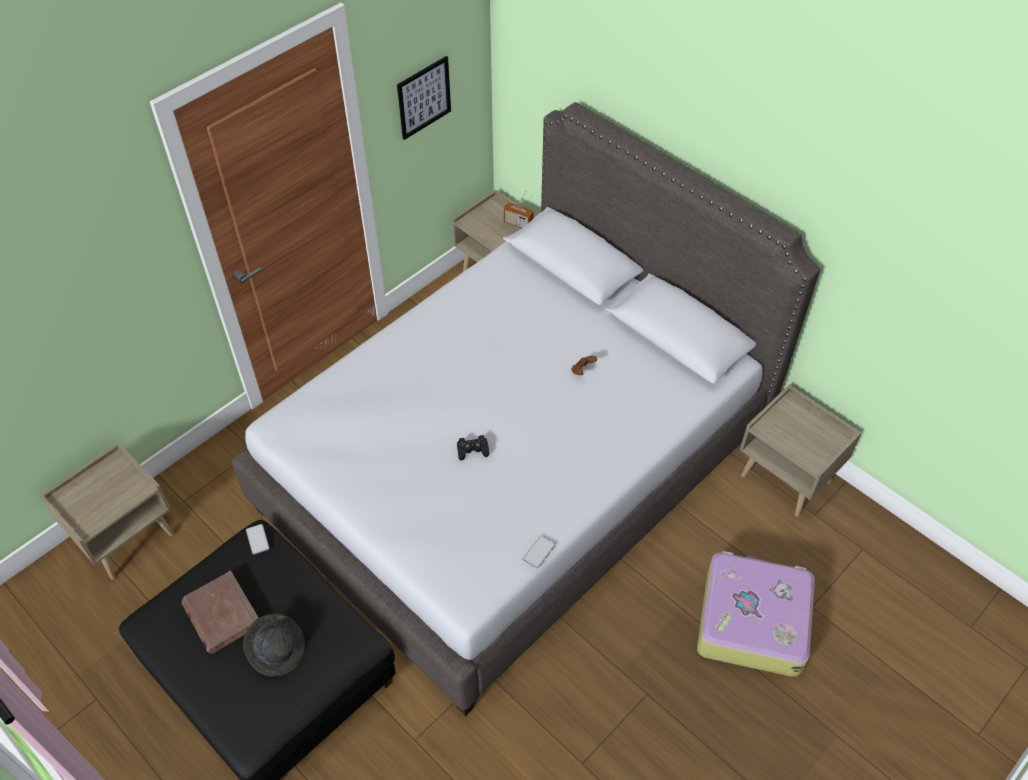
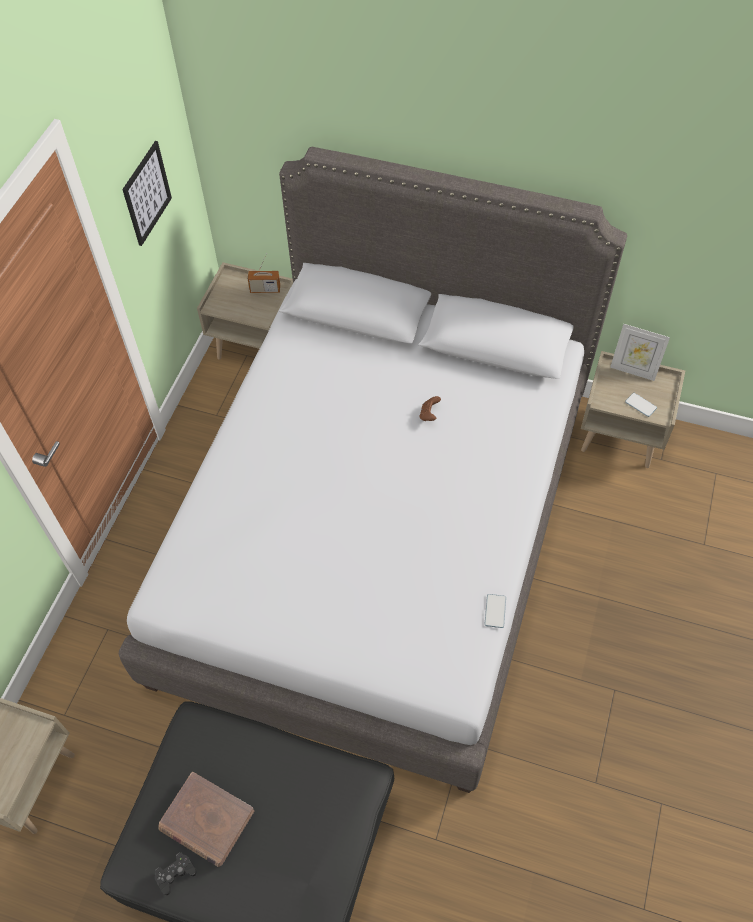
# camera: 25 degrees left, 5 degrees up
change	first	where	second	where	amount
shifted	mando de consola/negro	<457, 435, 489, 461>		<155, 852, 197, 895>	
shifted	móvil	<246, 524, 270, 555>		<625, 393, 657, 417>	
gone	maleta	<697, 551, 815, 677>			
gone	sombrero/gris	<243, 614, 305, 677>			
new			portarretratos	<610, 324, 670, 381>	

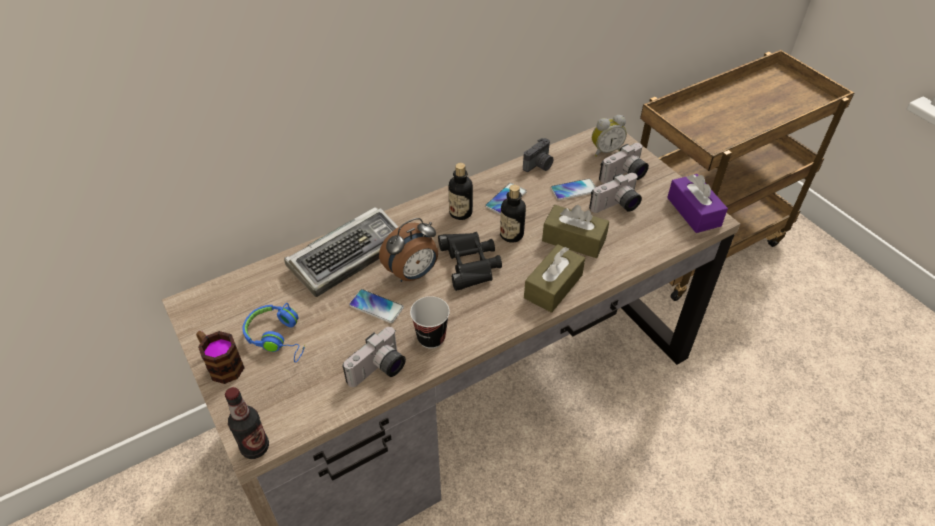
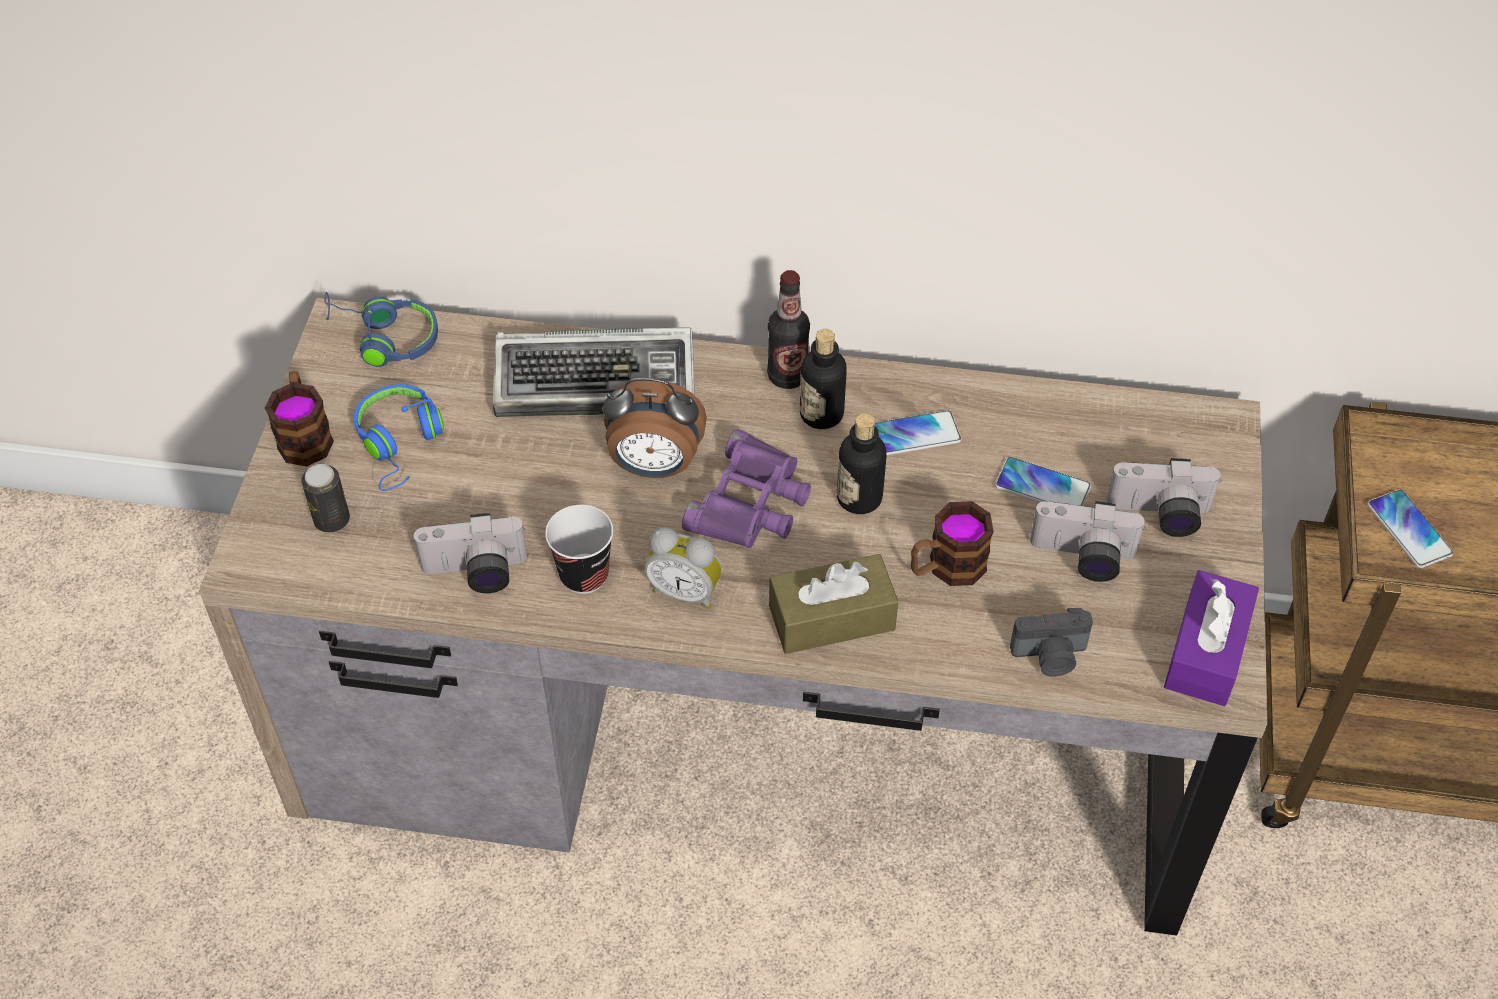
# camera: 40 degrees right, 5 degrees up
change	first	where	second	where	amount
shifted	despertador	<592, 115, 627, 157>		<644, 527, 722, 609>	
shifted	cámara	<523, 138, 553, 172>		<1010, 608, 1093, 676>	
swapped	caja de pañuelos/marrón	<542, 205, 609, 258>	taza grande	<911, 501, 993, 586>	
repainted	prismáticos/negro	<438, 232, 502, 291>	prismáticos/morado	<682, 429, 811, 548>	
shifted	móvil	<349, 289, 404, 323>		<1367, 490, 1453, 568>	
shifted	botella	<225, 387, 269, 459>		<767, 270, 810, 389>	
new			auriculares/azul	<324, 292, 438, 367>	
new			lata	<302, 464, 350, 533>	

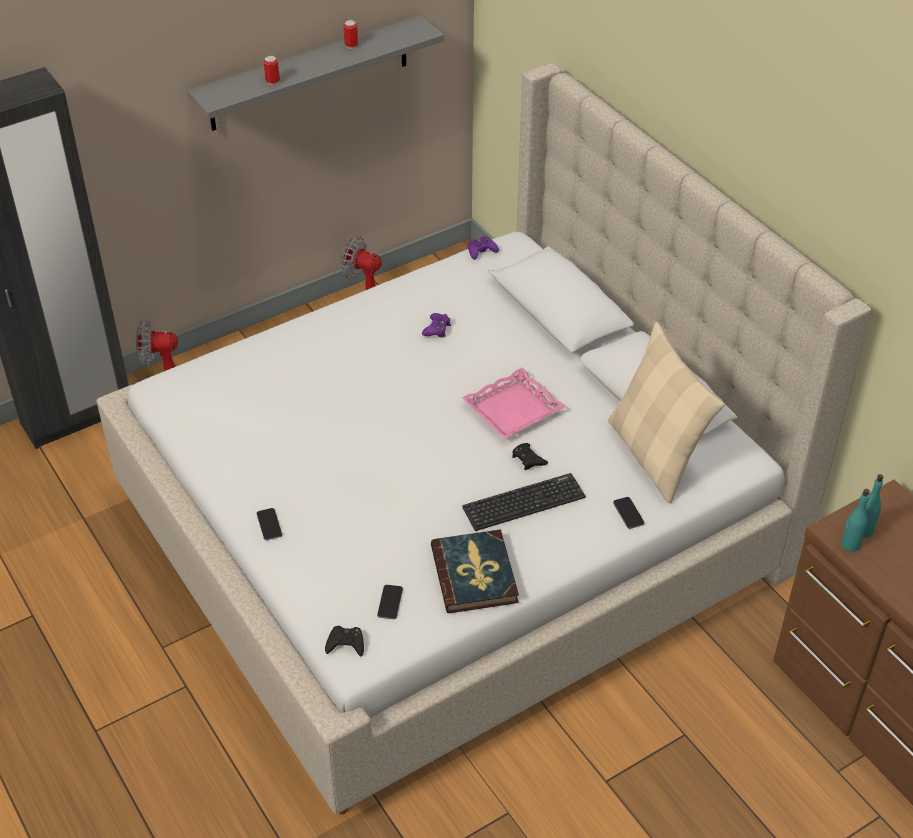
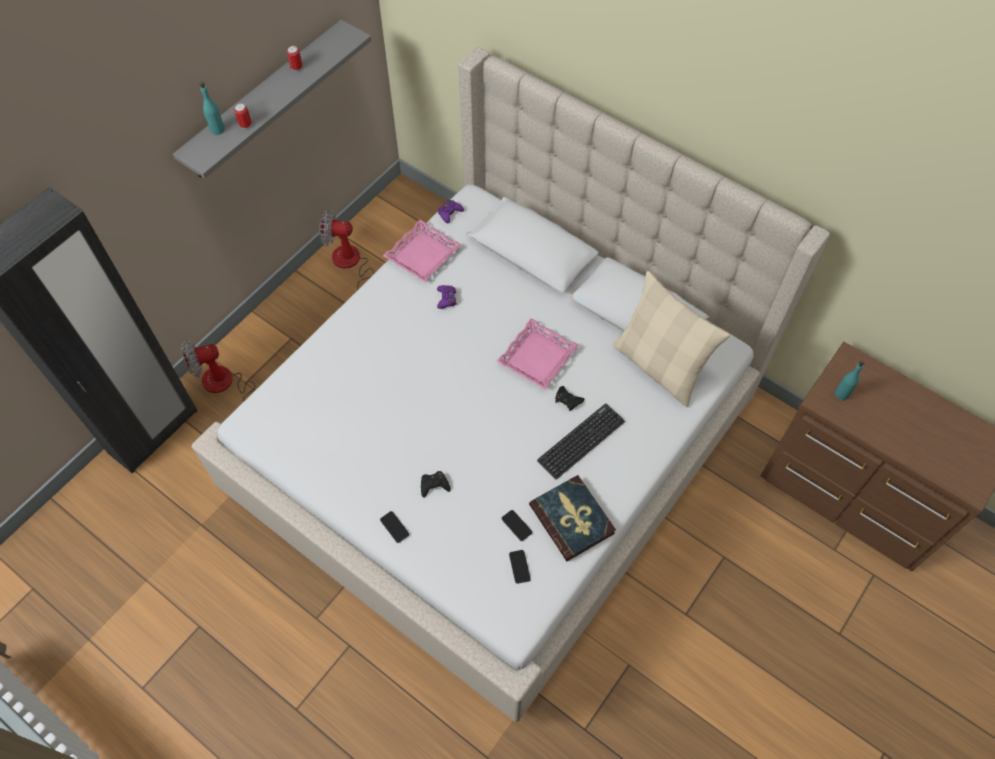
# camera: 20 degrees left, 15 degrees up
change	first	where	second	where	amount
shifted	botella/turquesa	<841, 489, 870, 552>		<200, 82, 225, 135>	
shifted	móvil	<613, 497, 644, 529>		<502, 510, 532, 541>	
shifted	mando de consola/negro	<325, 626, 364, 657>		<421, 471, 451, 498>	
new			bandeja/rosa	<383, 219, 461, 282>	

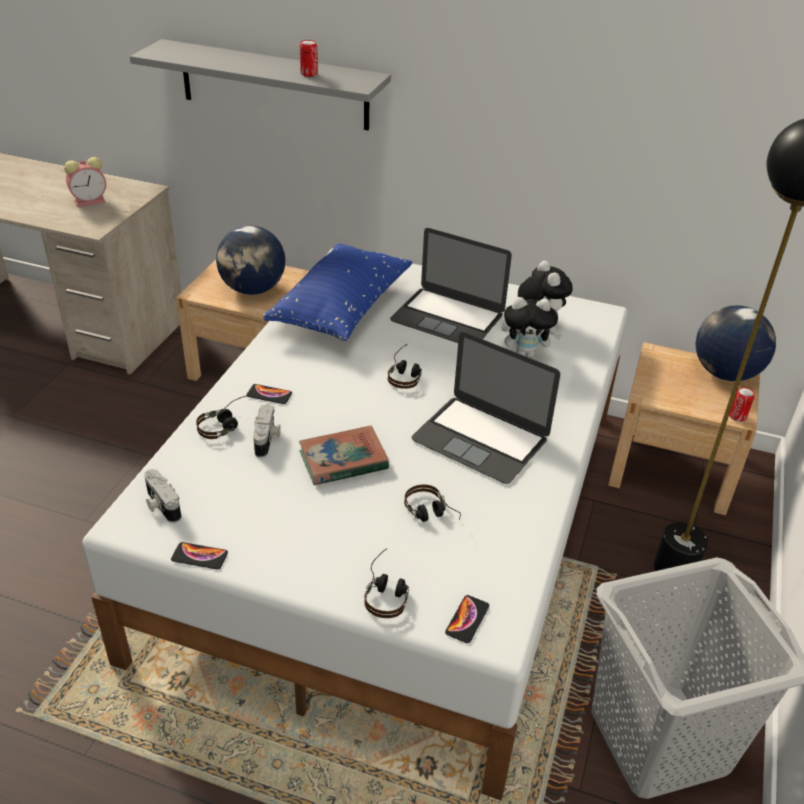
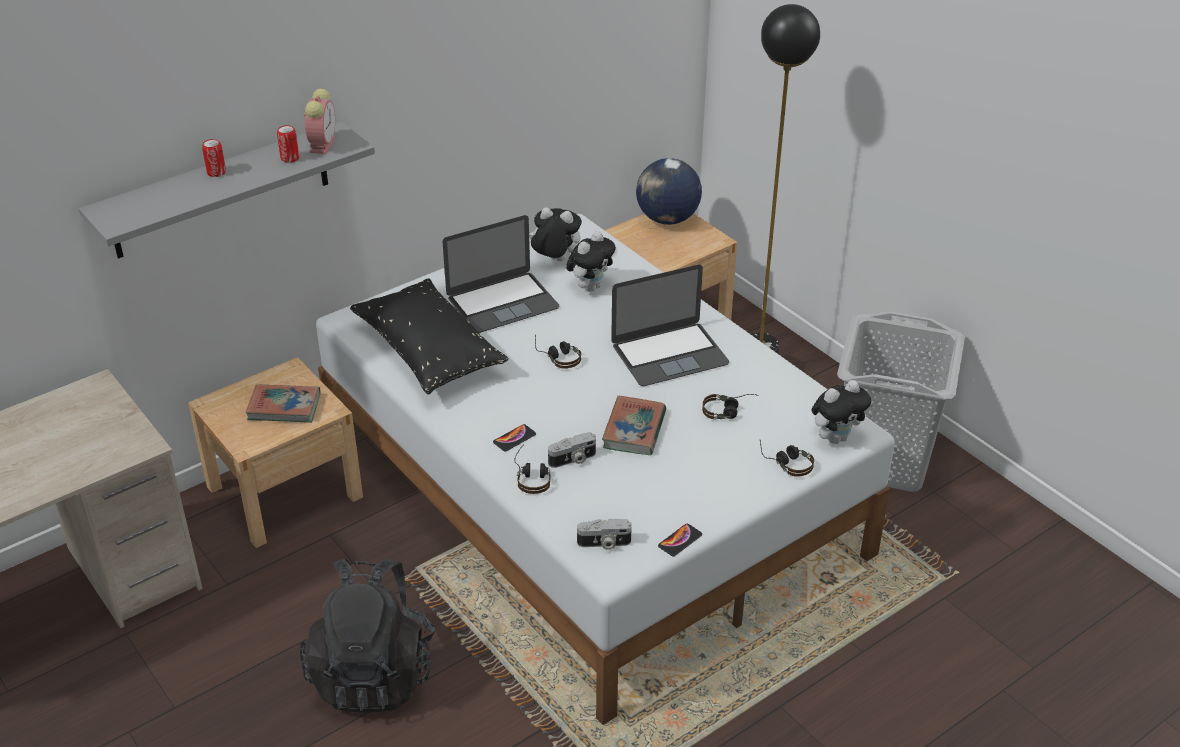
# camera: 55 degrees left, 0 degrees up
change	first	where	second	where	amount
shifted	despertador	<64, 157, 106, 207>		<304, 88, 335, 154>	
swapped	globo terráqueo	<216, 226, 285, 295>	libro	<246, 384, 321, 423>	
repainted	cojín/azul	<263, 243, 413, 341>	cojín/negro	<350, 278, 509, 394>	
shifted	lata	<729, 387, 754, 422>		<202, 139, 226, 177>	
rotated	cámara	<253, 404, 281, 458>		<548, 432, 596, 468>	120 degrees clockwise
swapped	móvil	<445, 595, 489, 643>	peluche	<811, 380, 871, 444>	
new			mochila/negro	<300, 558, 436, 713>	

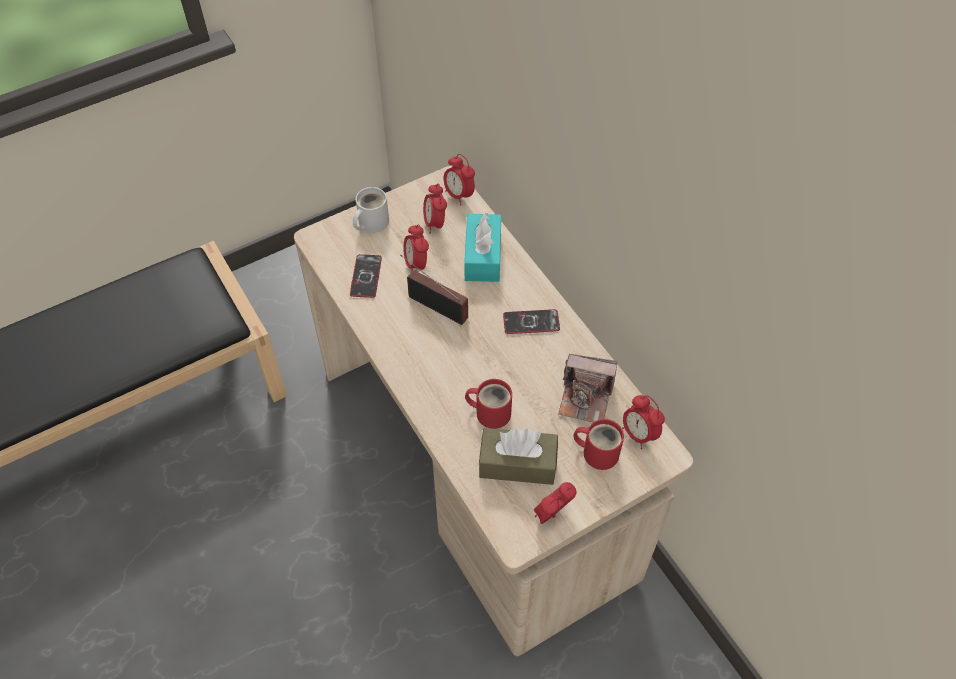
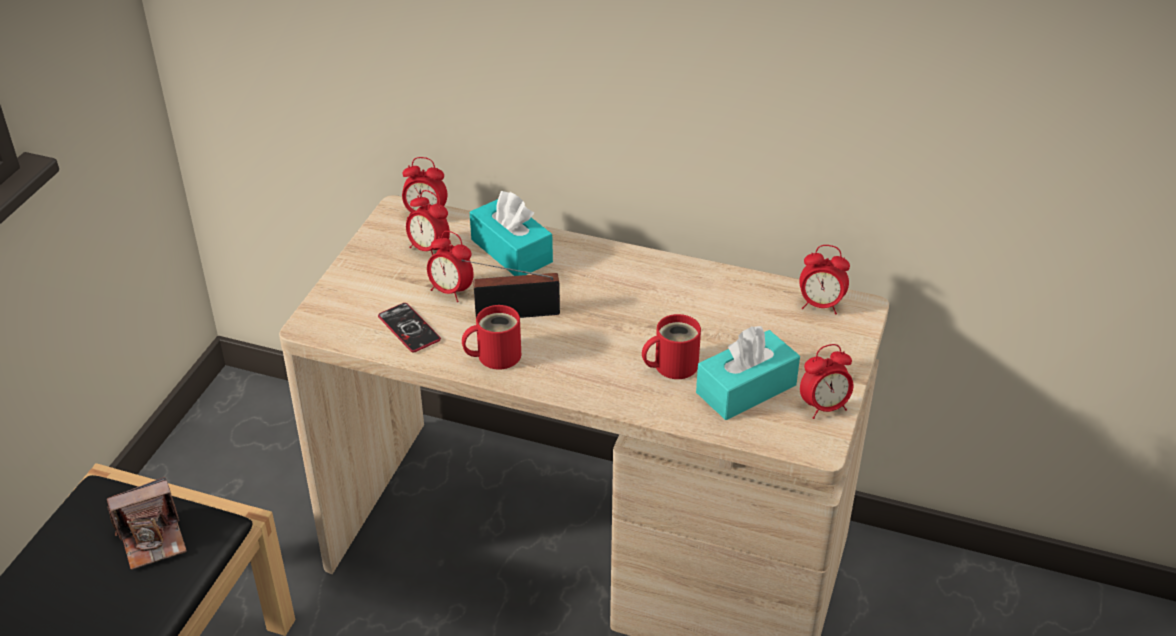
# camera: 40 degrees left, 15 degrees down
change	first	where	second	where	amount
gone	taza grande/blanco	<353, 187, 389, 233>			
gone	móvil	<503, 309, 560, 334>			
shifted	cámara	<558, 354, 617, 422>		<107, 477, 187, 570>	
shifted	taza grande/rojo	<573, 419, 624, 470>		<462, 305, 521, 370>	
repainted	caja de pañuelos/marrón	<479, 428, 558, 485>	caja de pañuelos/turquesa	<696, 326, 800, 420>	
rotated	despertador	<534, 482, 577, 524>		<800, 344, 853, 419>	120 degrees counterclockwise

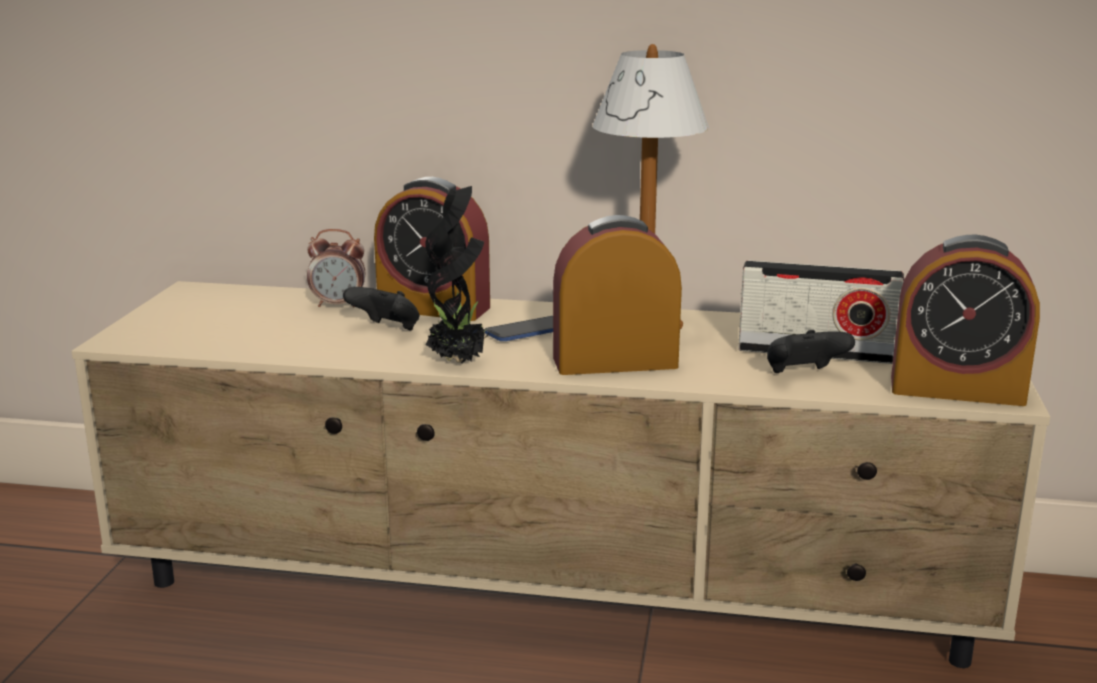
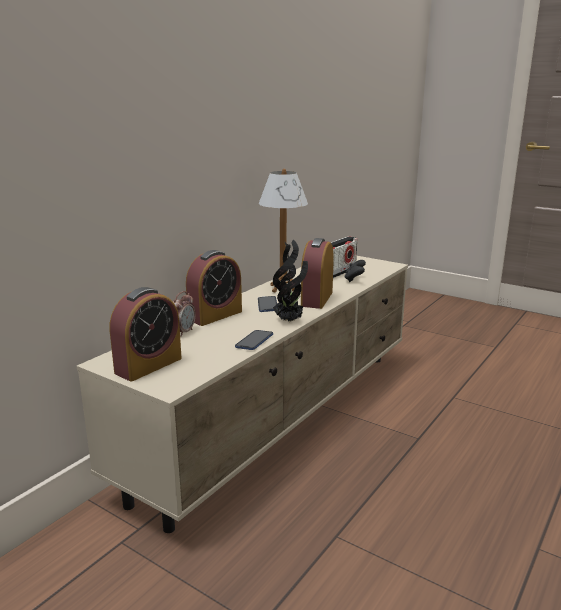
# camera: 65 degrees left, 0 degrees up
change	first	where	second	where	amount
shifted	despertador	<891, 235, 1040, 406>		<110, 287, 182, 381>	
gone	mando de consola/negro	<343, 287, 420, 330>			
new			móvil	<235, 330, 273, 350>	

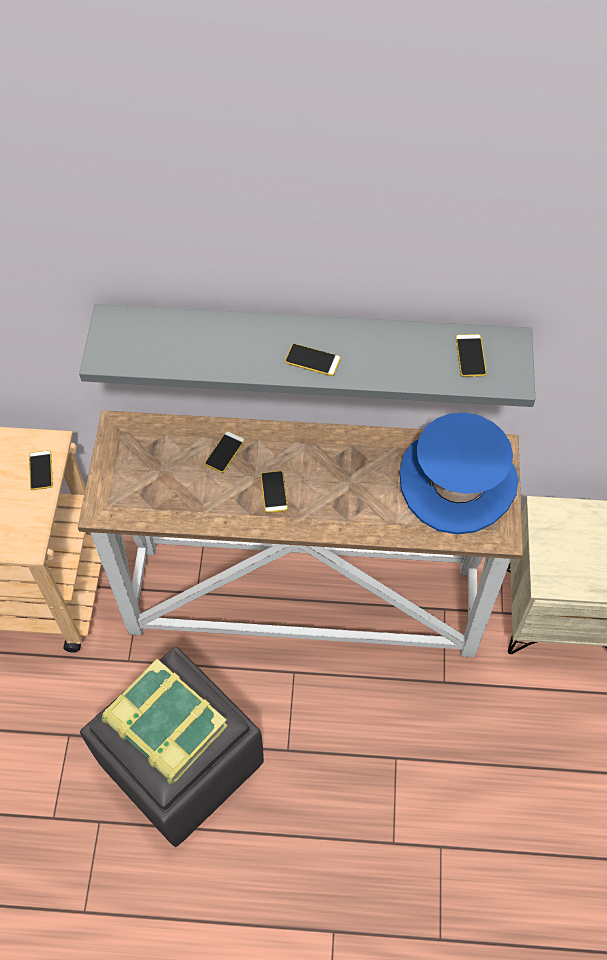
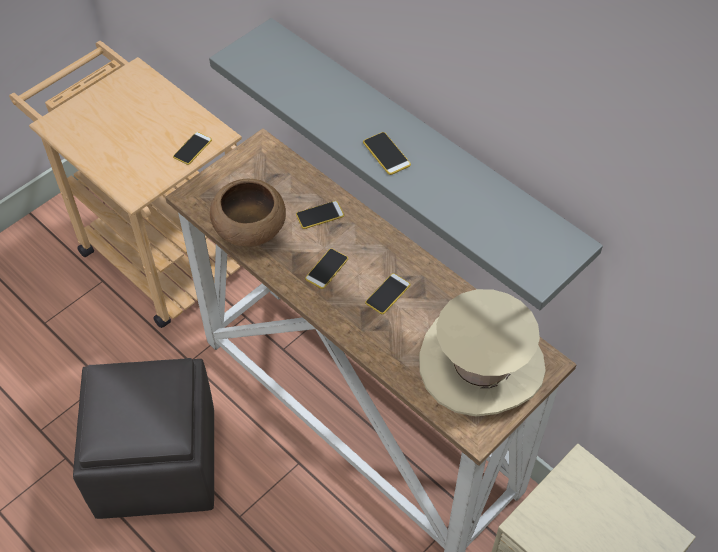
# camera: 40 degrees right, 5 degrees down
change	first	where	second	where	amount
shifted	móvil	<455, 334, 487, 377>		<365, 273, 410, 314>	
repainted	sombrero/azul	<399, 413, 519, 534>	sombrero/beis	<419, 289, 546, 416>	
gone	libro	<102, 659, 228, 784>			
new			cuenco/marrón	<210, 179, 286, 247>	

